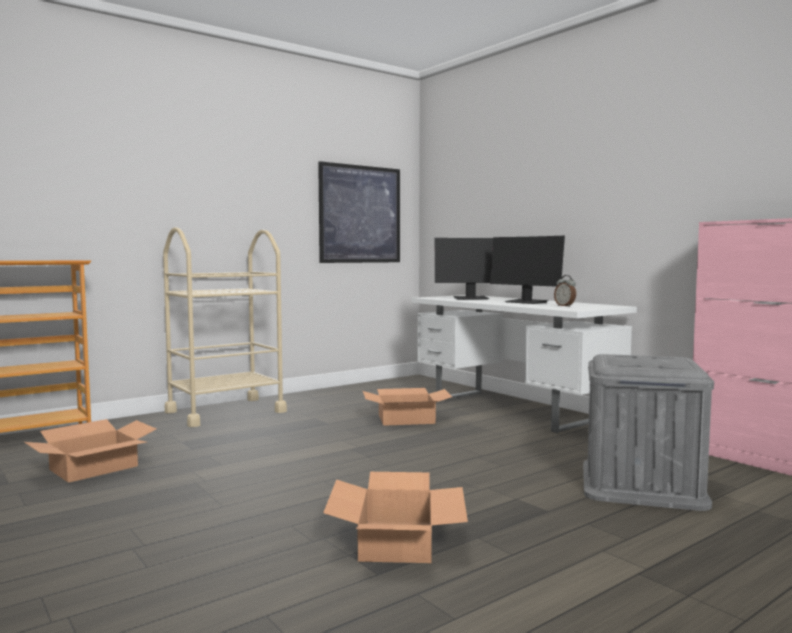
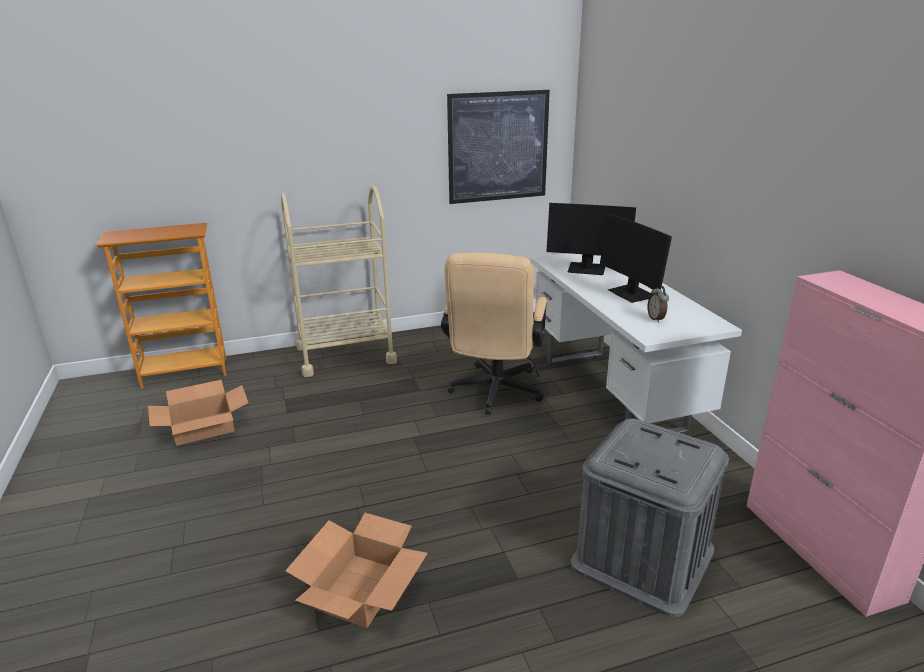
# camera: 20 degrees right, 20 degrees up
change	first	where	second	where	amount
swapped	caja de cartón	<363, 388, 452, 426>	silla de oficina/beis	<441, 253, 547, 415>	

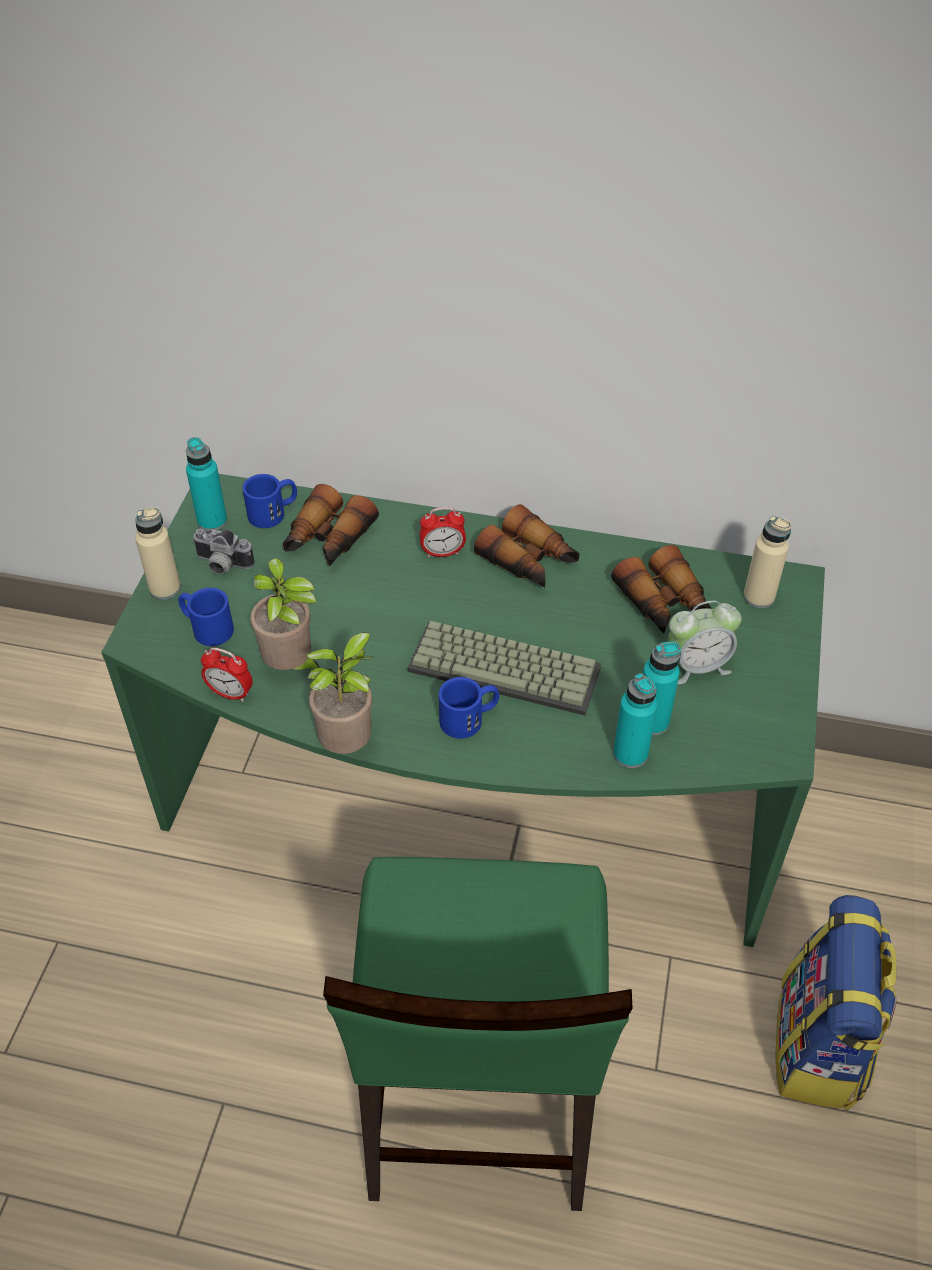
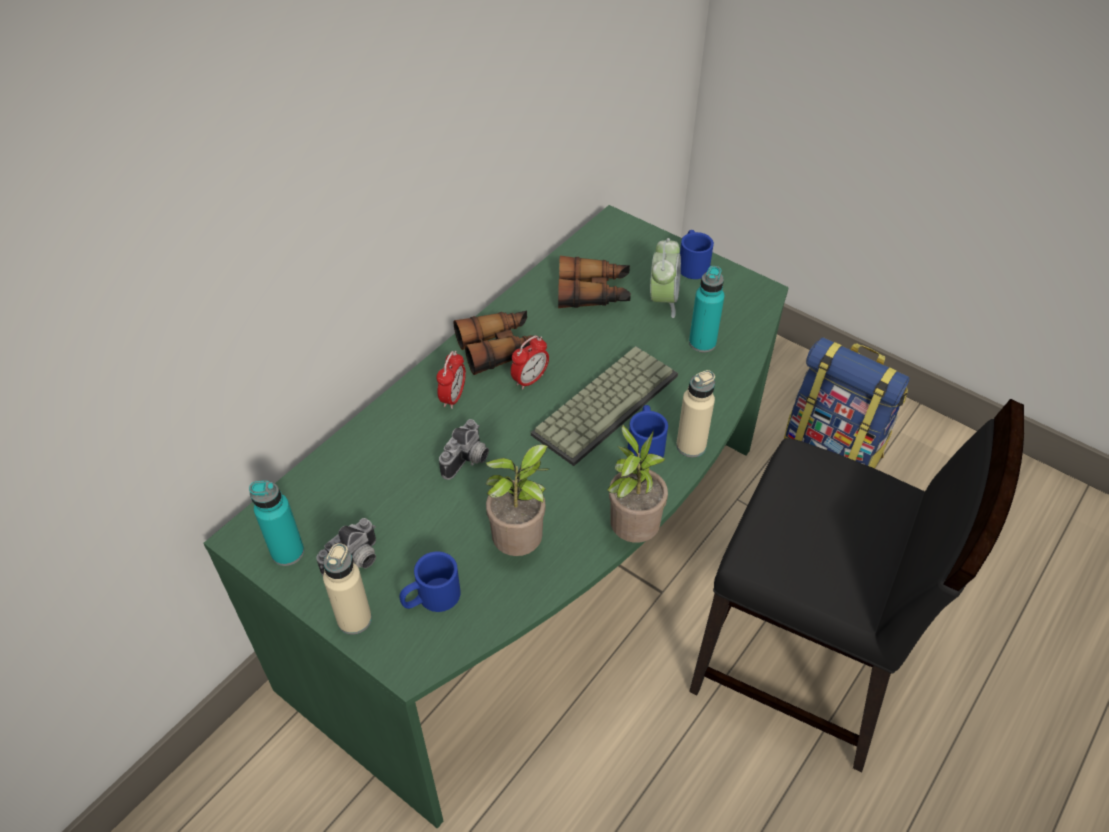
# camera: 65 degrees left, 0 degrees up
change	first	where	second	where	amount
shifted	taza grande/azul	<242, 474, 297, 528>		<680, 230, 714, 279>	
gone	prismáticos	<283, 484, 379, 566>			
shifted	botella/beis	<743, 516, 792, 608>		<676, 370, 715, 458>	
shifted	despertador	<201, 648, 253, 702>		<511, 335, 549, 390>	
gone	botella/turquesa	<613, 673, 657, 768>			
repainted	silla/verde	<323, 857, 632, 1211>	silla/negro	<689, 399, 1024, 772>	
new			cámara	<439, 419, 489, 480>	

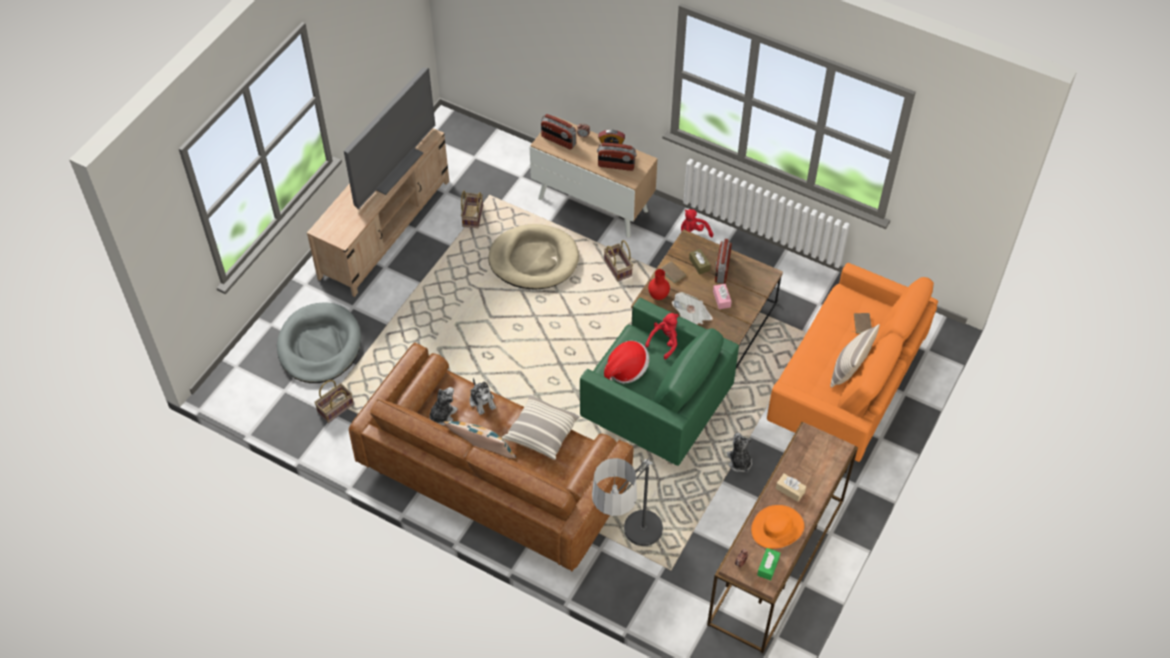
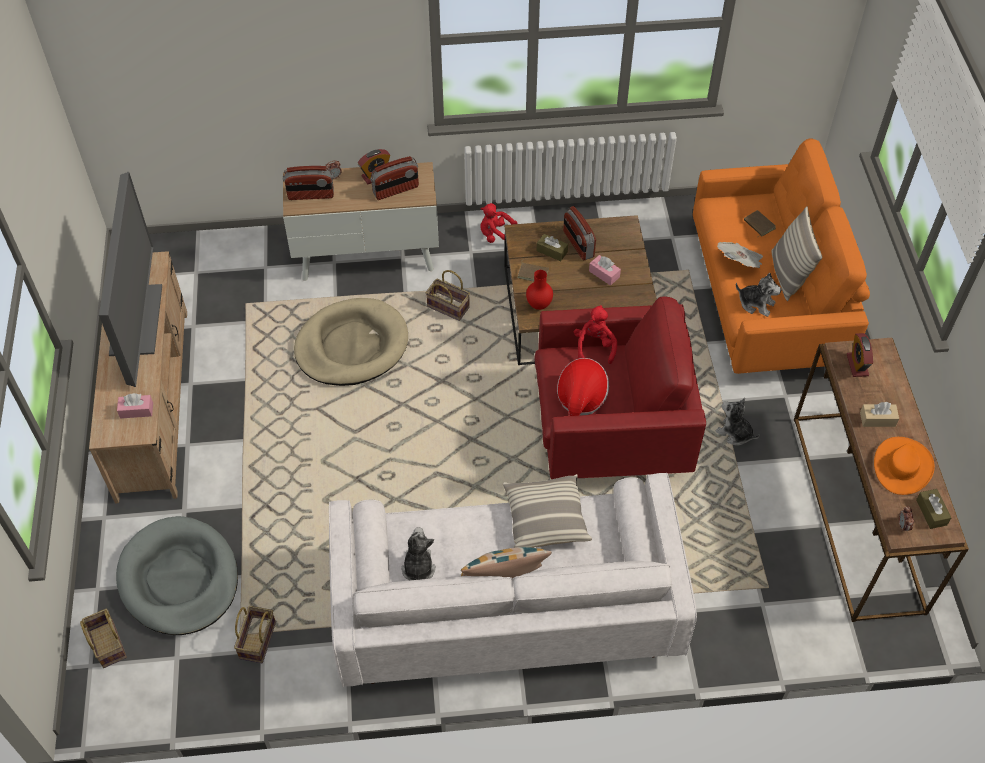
# camera: 35 degrees left, 0 degrees up
change	first	where	second	where	amount
shifted	cesta	<461, 191, 483, 228>		<80, 609, 127, 668>	
shifted	periódico	<672, 292, 713, 324>		<717, 242, 763, 268>	
repainted	sillón/verde	<580, 298, 739, 466>	sillón/rojo	<535, 297, 706, 479>	
repainted	sofá/marrón	<349, 342, 633, 571>	sofá/blanco	<329, 473, 697, 687>	
shifted	peluche	<470, 378, 496, 415>		<736, 273, 781, 317>	
gone	lámpara de pie	<592, 458, 663, 546>			
repainted	caja de pañuelos/verde	<757, 548, 780, 580>	caja de pañuelos/marrón	<916, 489, 951, 529>	
new			despertador	<847, 333, 873, 377>	
new			caja de pañuelos/rosa	<117, 393, 153, 419>	

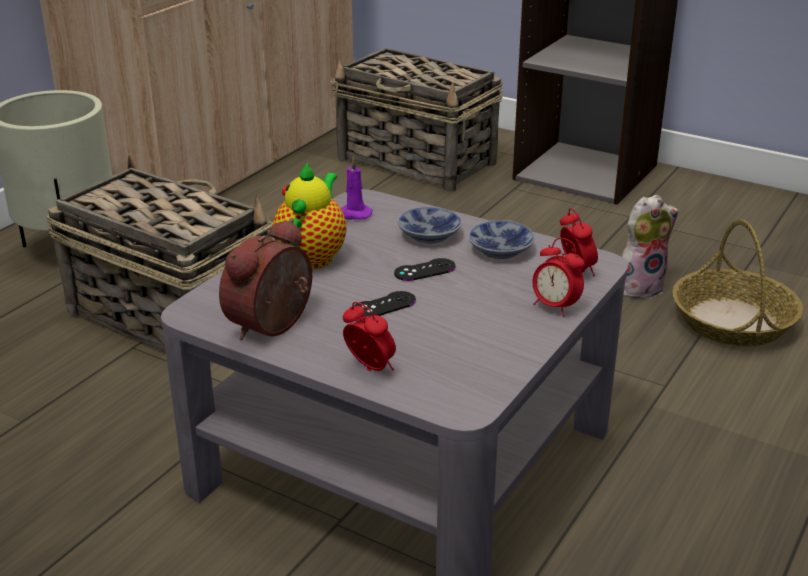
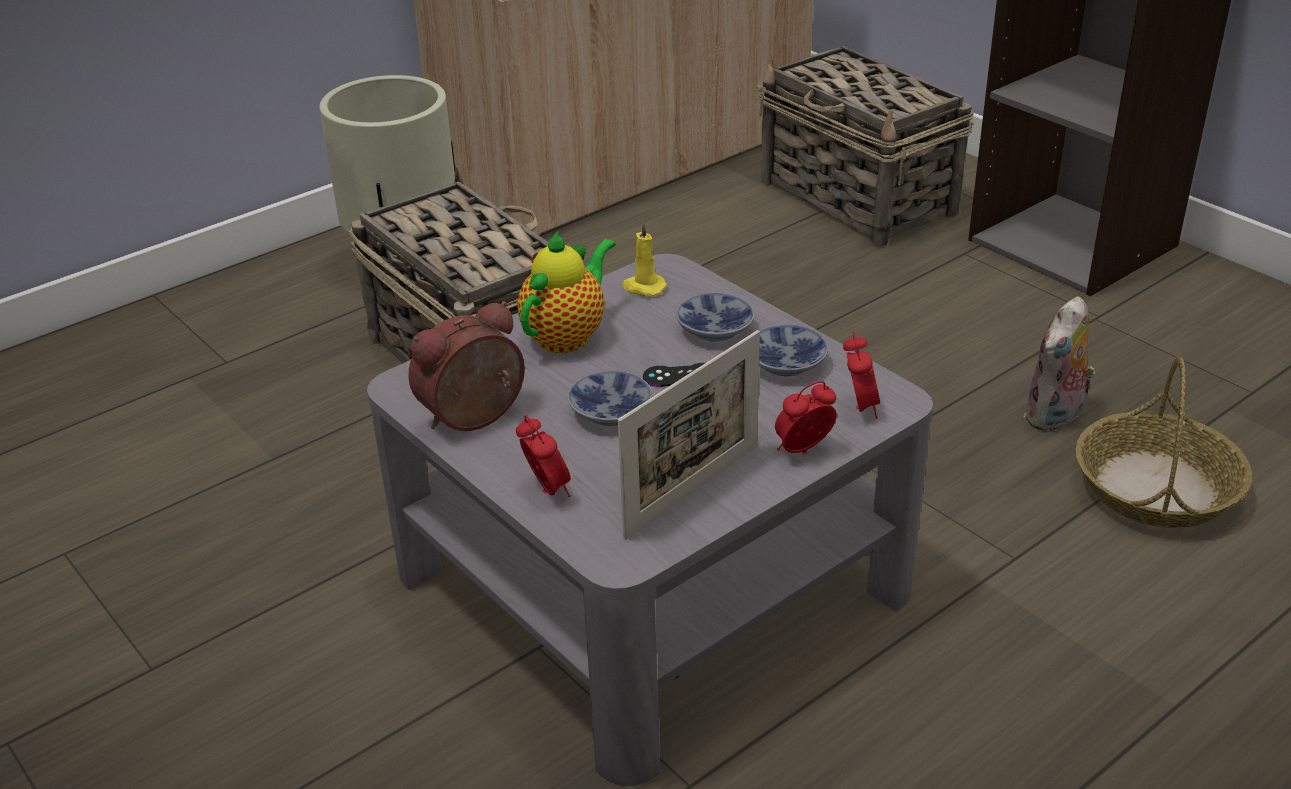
# camera: 20 degrees right, 5 degrees up
change	first	where	second	where	amount
repainted	vela/morado	<341, 157, 373, 220>	vela/amarillo	<622, 221, 667, 296>	
rotated	peluche	<621, 195, 679, 301>		<1023, 296, 1096, 432>	135 degrees clockwise
rotated	despertador	<532, 238, 585, 317>		<775, 381, 837, 454>	90 degrees clockwise
swapped	mando de consola/negro	<354, 291, 416, 317>	cuenco	<567, 371, 652, 426>	
new			portarretratos	<618, 330, 760, 540>	

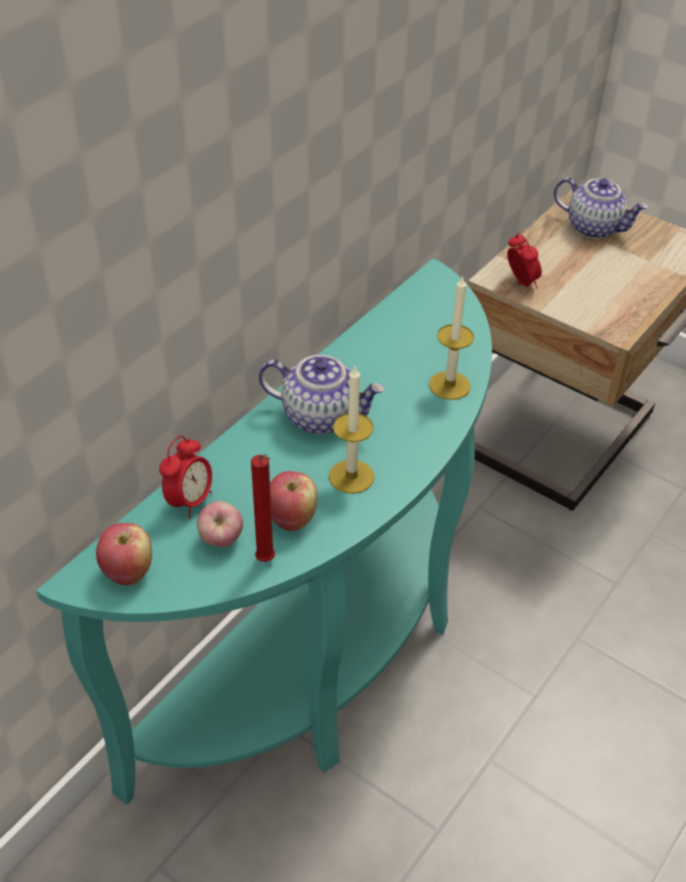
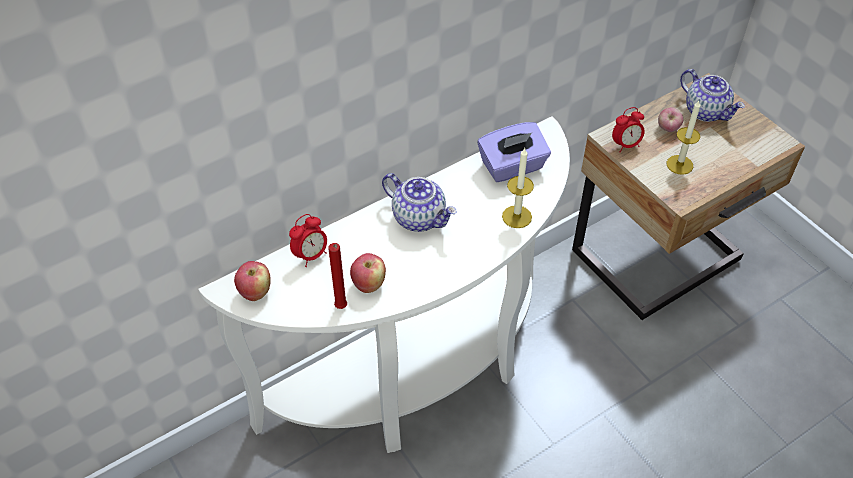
# camera: 20 degrees right, 5 degrees up
change	first	where	second	where	amount
rotated	despertador	<507, 233, 542, 289>		<612, 107, 645, 152>	75 degrees clockwise
repainted	mesa consola/turquesa	<36, 258, 492, 805>	mesa consola/blanco	<198, 116, 570, 453>	
shifted	vela	<329, 367, 374, 494>		<666, 101, 700, 175>	
shifted	manzana	<197, 501, 243, 547>		<658, 107, 683, 132>	
new			caja de pañuelos/morado	<478, 122, 551, 182>	

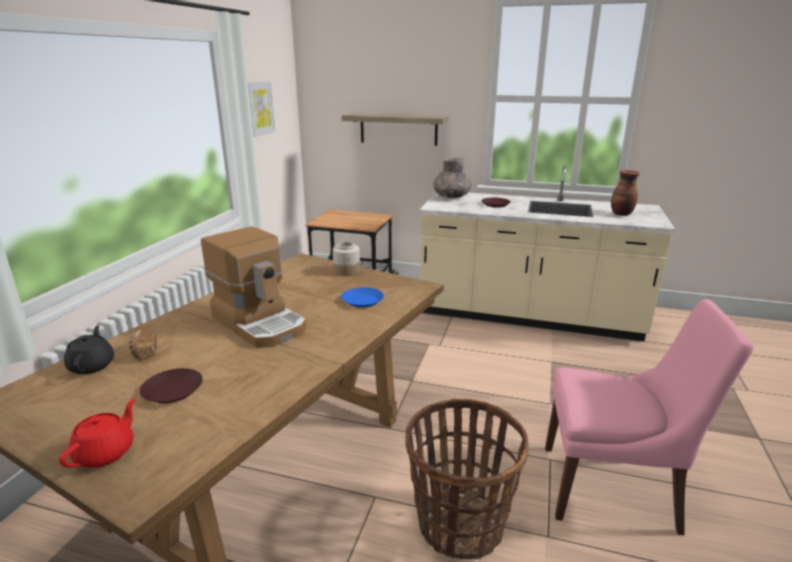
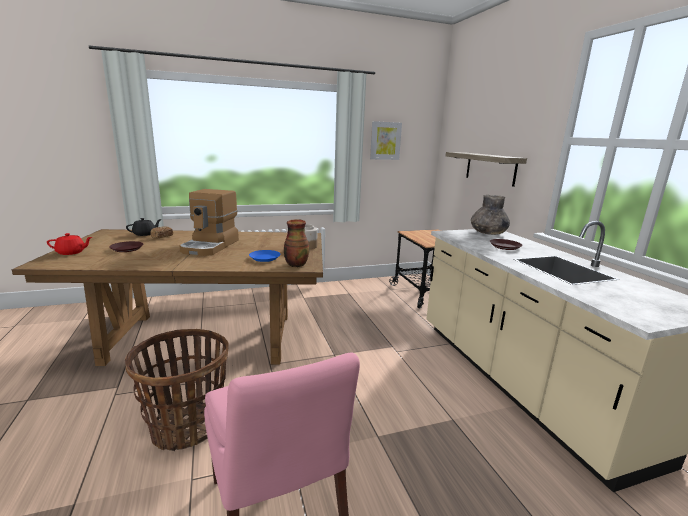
# camera: 55 degrees right, 5 degrees down
change	first	where	second	where	amount
shifted	florero	<611, 170, 640, 216>		<284, 219, 310, 267>	

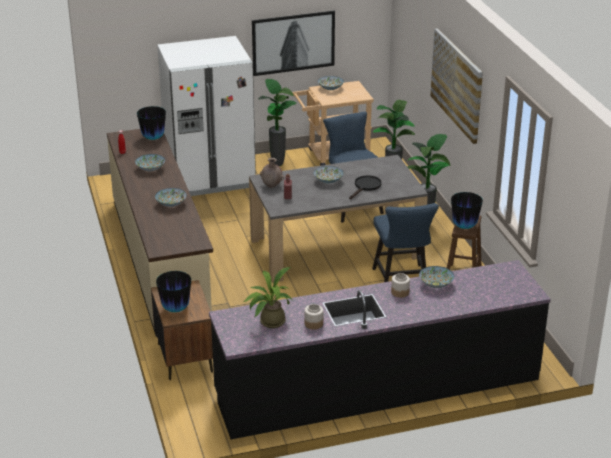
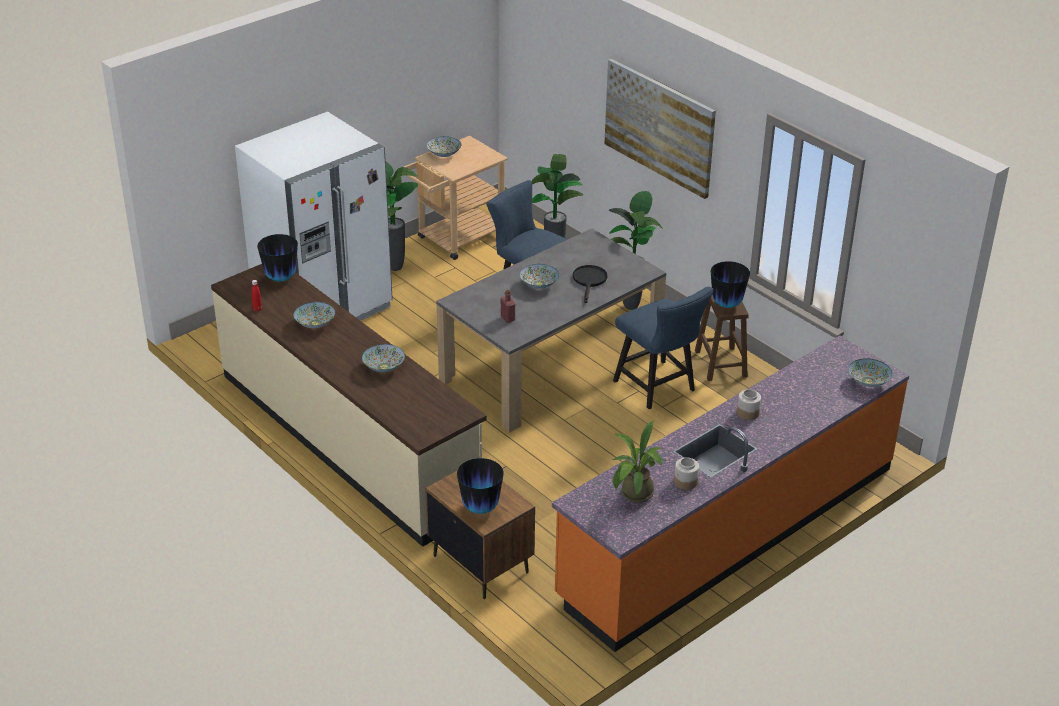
# camera: 25 degrees left, 5 degrees up
change	first	where	second	where	amount
gone	cuadro	<252, 11, 335, 76>			
gone	florero/marrón	<260, 158, 284, 188>			
repainted	mueble bajo de cocina/negro	<209, 260, 551, 439>	mueble bajo de cocina/naranja	<552, 335, 909, 652>	
shifted	cuenco	<419, 266, 454, 288>		<848, 358, 892, 387>	

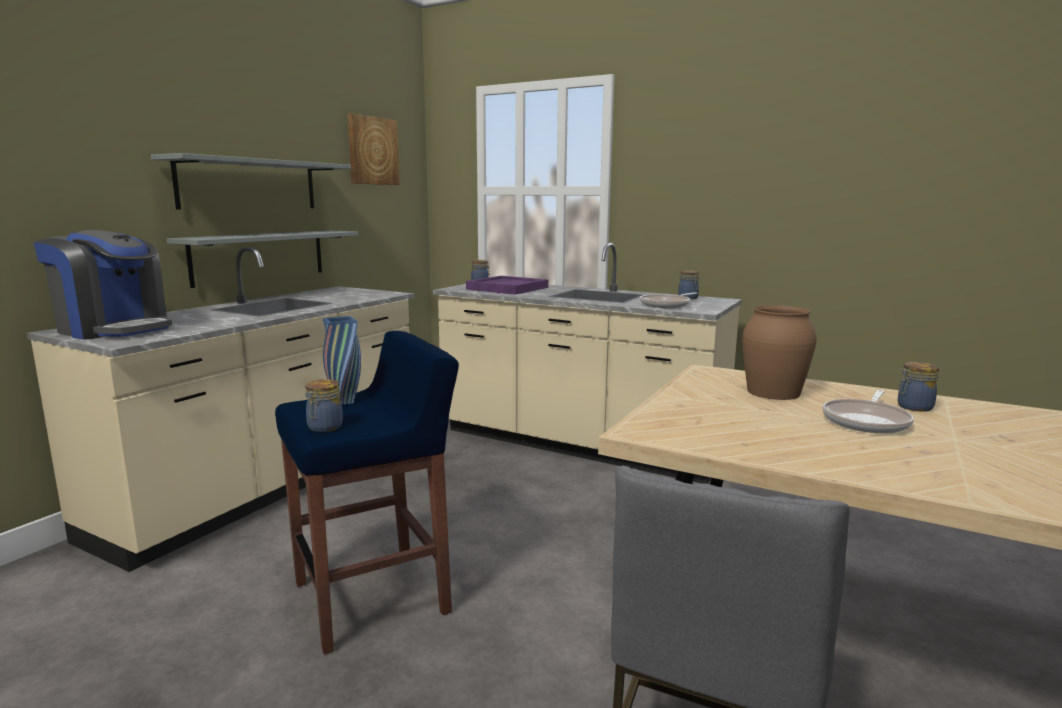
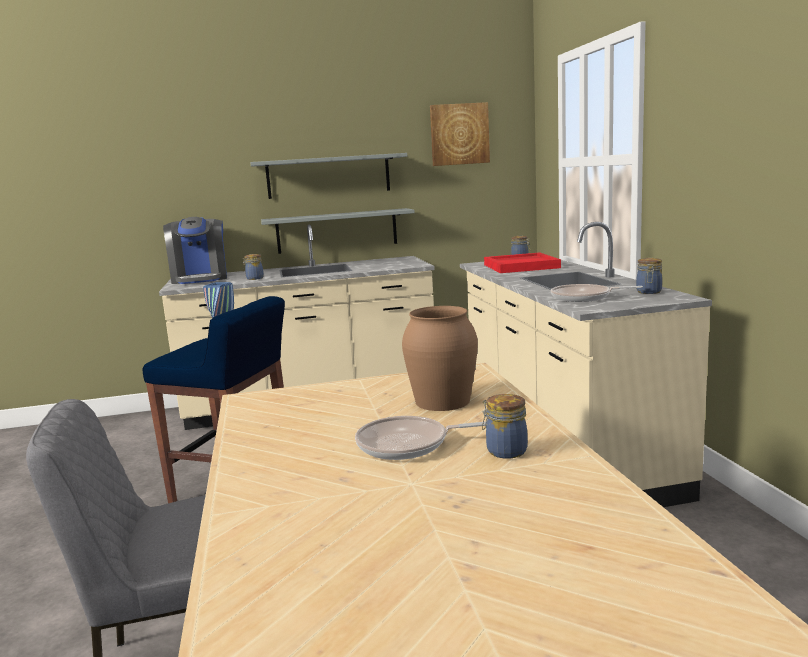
# camera: 50 degrees right, 0 degrees up
change	first	where	second	where	amount
repainted	bandeja/morado	<466, 276, 548, 295>	bandeja/rojo	<484, 252, 561, 273>	
shifted	tarro	<305, 379, 343, 432>		<242, 254, 264, 280>	

